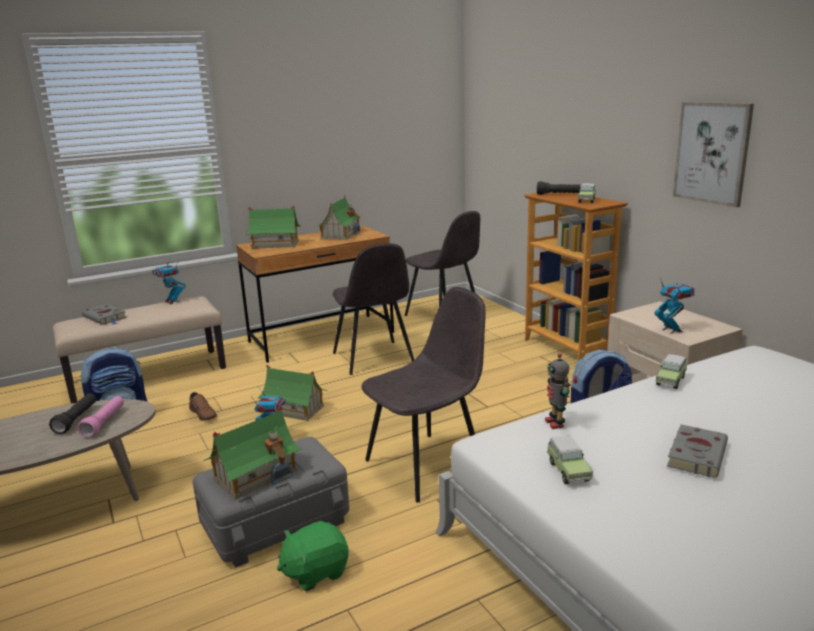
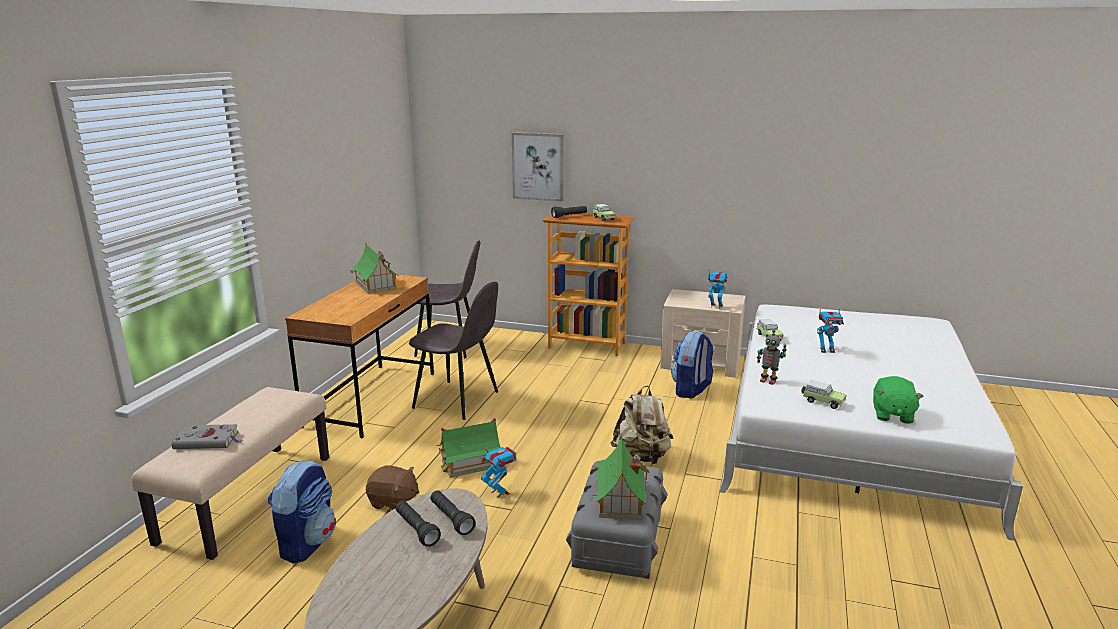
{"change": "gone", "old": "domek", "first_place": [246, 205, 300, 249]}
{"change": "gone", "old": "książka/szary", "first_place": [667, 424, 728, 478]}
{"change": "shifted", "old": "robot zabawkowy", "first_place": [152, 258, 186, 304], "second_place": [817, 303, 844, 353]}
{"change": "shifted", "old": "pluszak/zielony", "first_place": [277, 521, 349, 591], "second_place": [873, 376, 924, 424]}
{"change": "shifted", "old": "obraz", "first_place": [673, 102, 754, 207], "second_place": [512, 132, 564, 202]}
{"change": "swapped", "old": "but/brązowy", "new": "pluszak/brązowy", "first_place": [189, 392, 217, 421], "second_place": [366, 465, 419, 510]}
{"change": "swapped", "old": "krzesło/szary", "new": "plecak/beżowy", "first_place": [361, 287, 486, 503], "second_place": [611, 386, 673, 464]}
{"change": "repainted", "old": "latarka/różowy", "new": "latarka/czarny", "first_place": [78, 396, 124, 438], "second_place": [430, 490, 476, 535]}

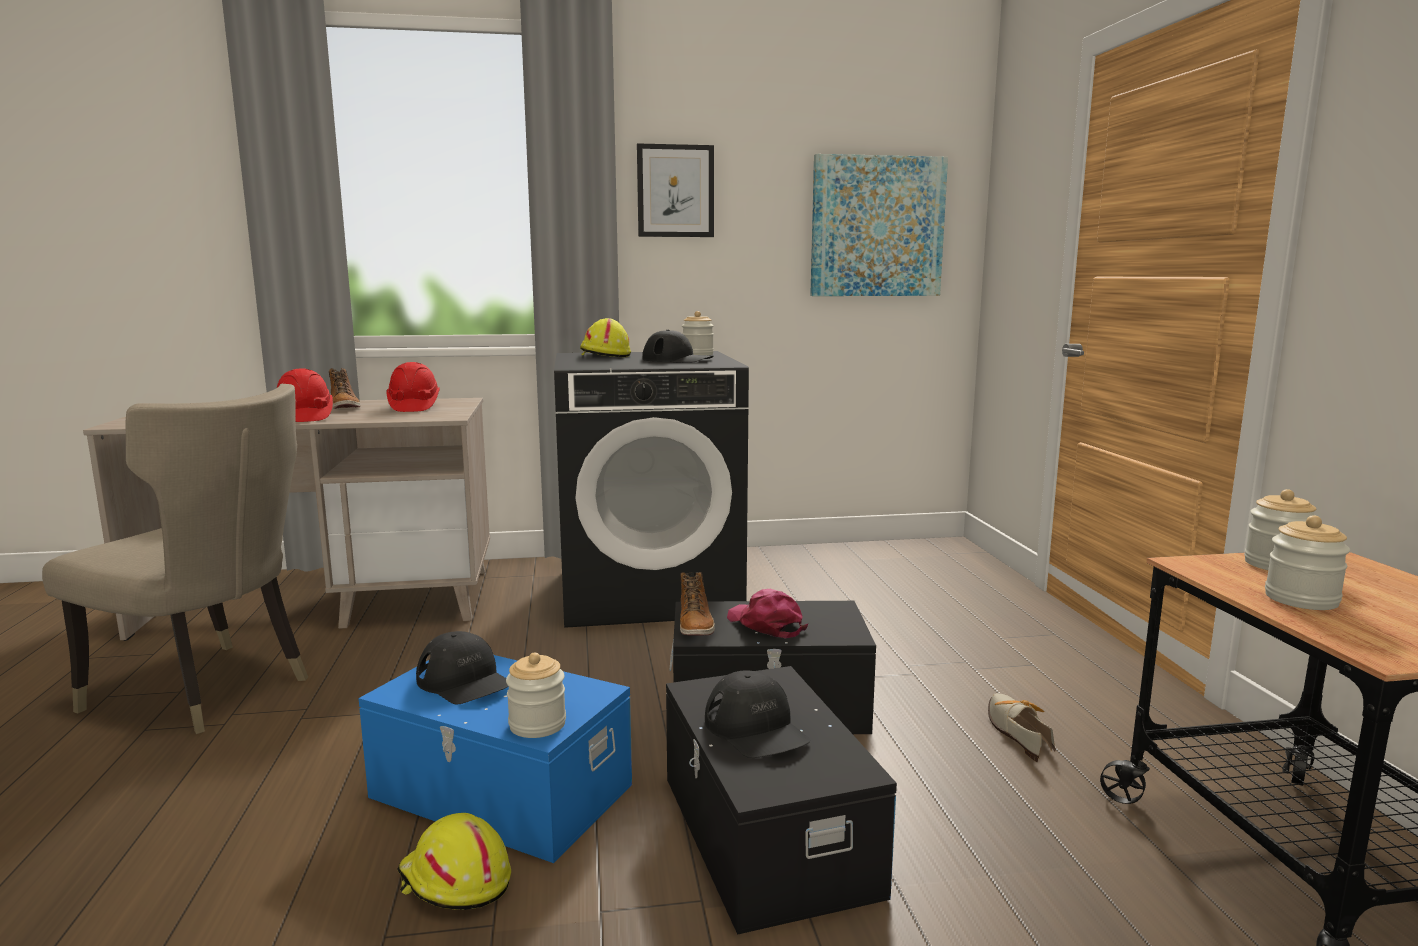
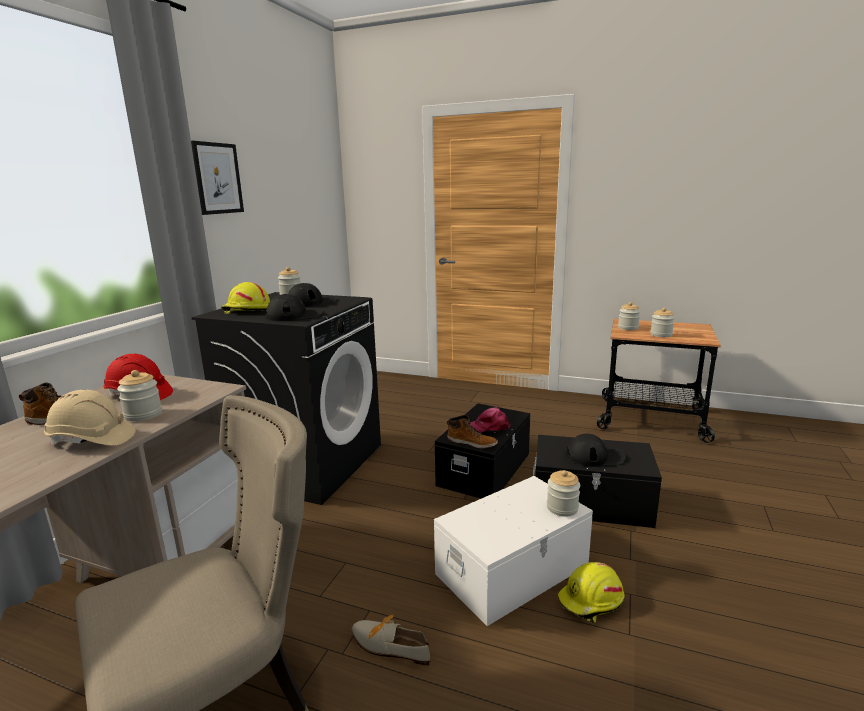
{"change": "gone", "old": "obraz", "first_place": [810, 154, 948, 296]}
{"change": "new", "new": "słoik", "second_place": [117, 370, 162, 421]}
{"change": "shifted", "old": "czapka z daszkiem/czarny", "first_place": [416, 631, 509, 704], "second_place": [266, 294, 324, 321]}
{"change": "shifted", "old": "but", "first_place": [988, 693, 1056, 763], "second_place": [352, 615, 430, 666]}
{"change": "repainted", "old": "kask/czerwony", "new": "kask/beżowy", "first_place": [277, 368, 333, 422], "second_place": [44, 390, 135, 446]}
{"change": "repainted", "old": "pojemnik do przechowywania/niebieski", "new": "pojemnik do przechowywania/biały", "first_place": [358, 655, 632, 863], "second_place": [434, 476, 593, 626]}

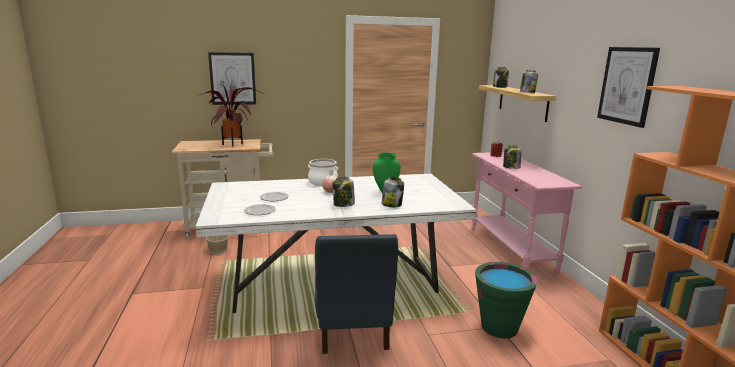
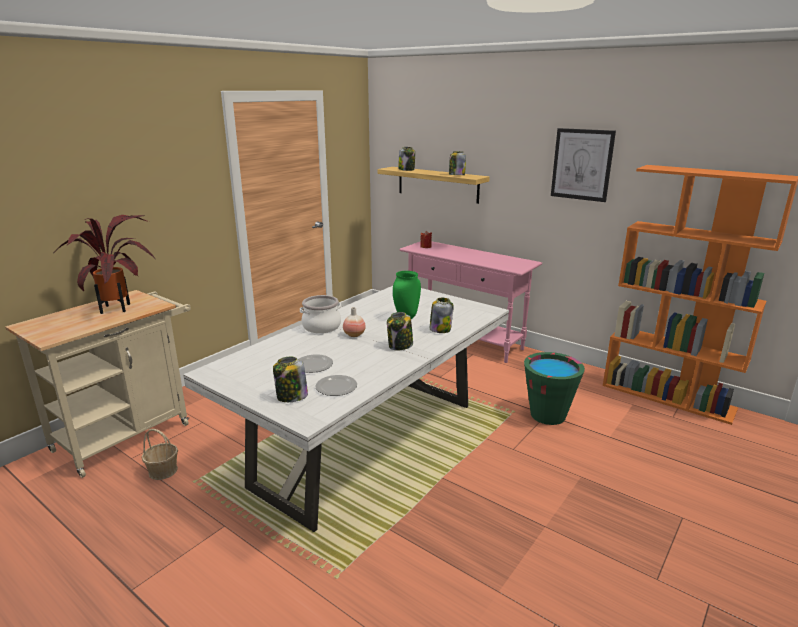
{"change": "gone", "old": "obraz", "first_place": [208, 52, 256, 105]}
{"change": "gone", "old": "krzesło/niebieski", "first_place": [315, 234, 398, 354]}
{"change": "shifted", "old": "słoik", "first_place": [503, 145, 522, 169], "second_place": [273, 357, 308, 402]}

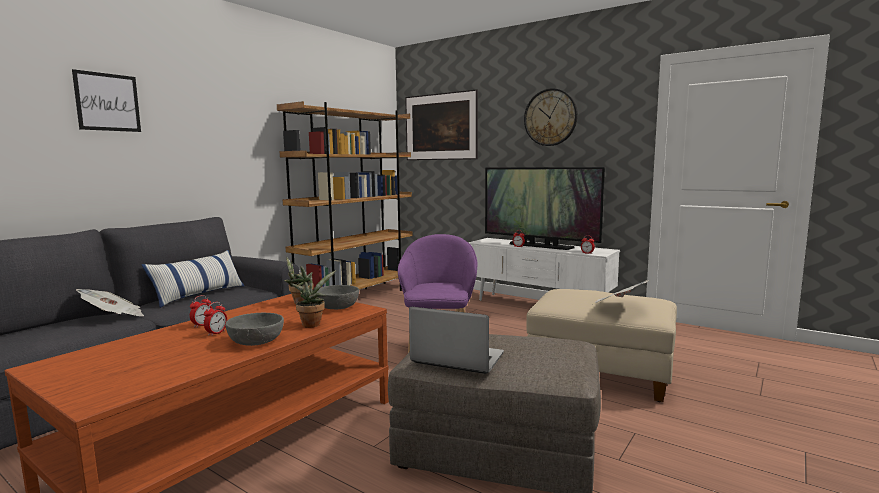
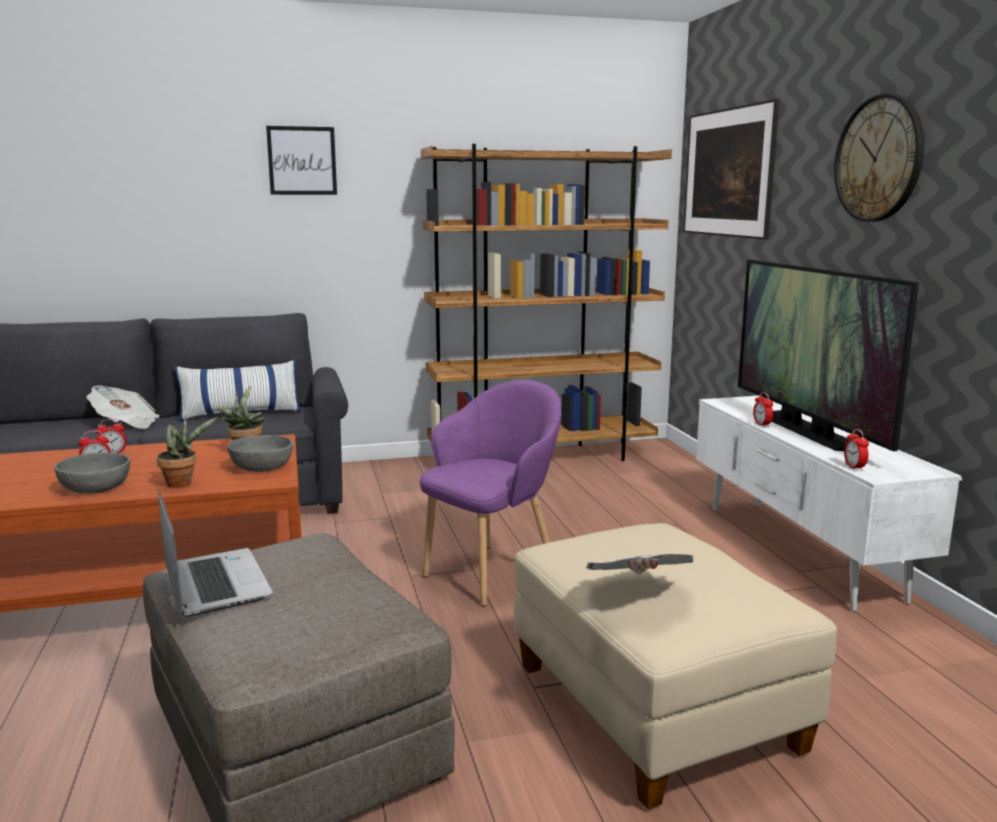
{"change": "shifted", "old": "obraz", "first_place": [72, 69, 141, 132], "second_place": [266, 126, 337, 195]}

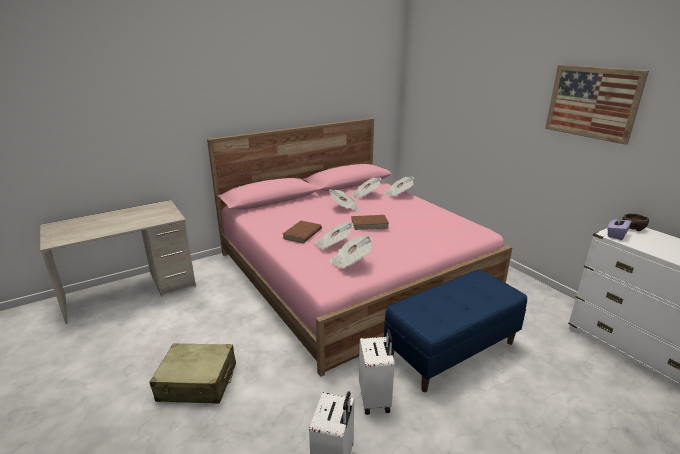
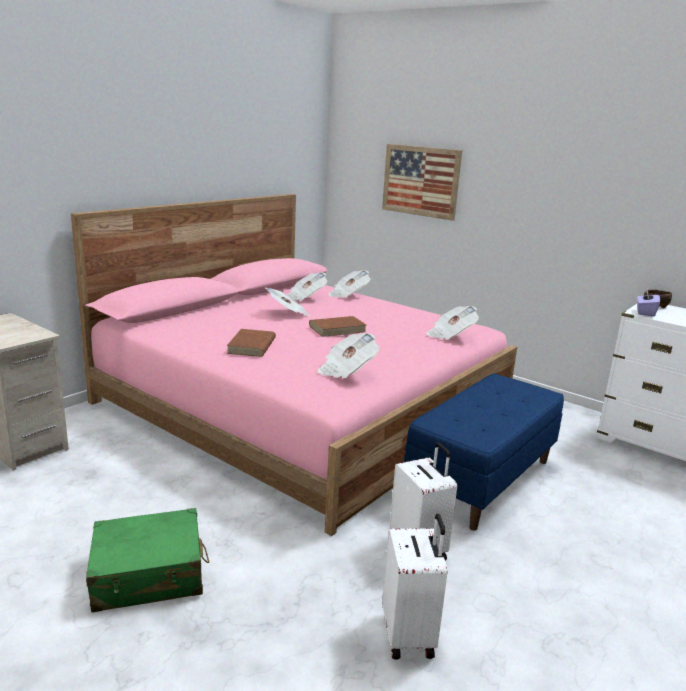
{"change": "shifted", "old": "gazeta", "first_place": [314, 222, 354, 250], "second_place": [426, 306, 479, 340]}
{"change": "shifted", "old": "obraz", "first_place": [545, 65, 649, 145], "second_place": [382, 144, 462, 221]}
{"change": "repainted", "old": "walizka/beżowy", "new": "walizka/zielony", "first_place": [150, 343, 236, 404], "second_place": [86, 508, 209, 612]}

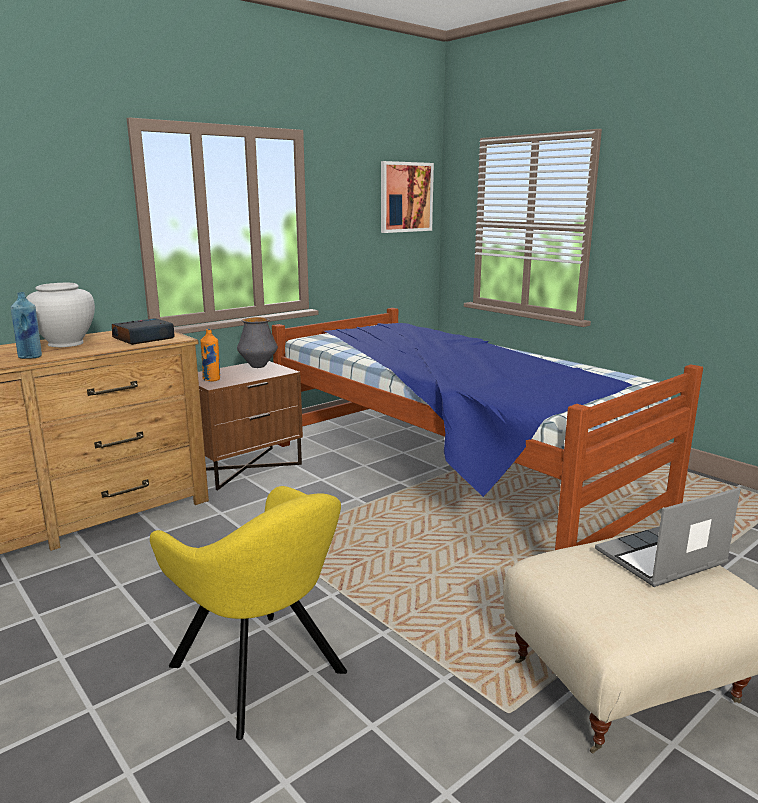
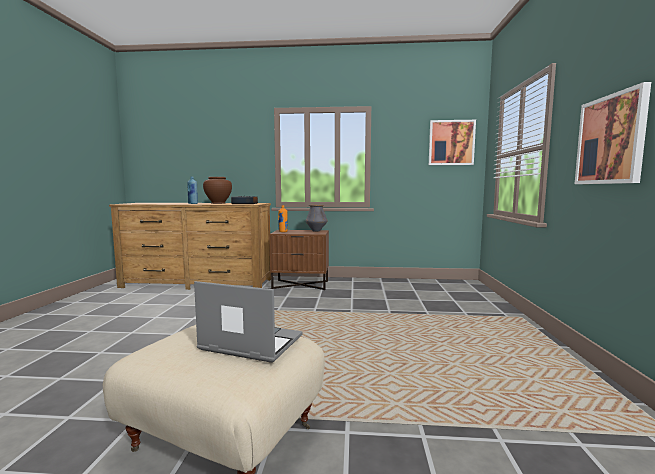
{"change": "gone", "old": "fotel/żółty", "first_place": [150, 486, 347, 740]}
{"change": "gone", "old": "łóżko", "first_place": [272, 308, 703, 550]}
{"change": "new", "new": "obraz", "second_place": [575, 82, 651, 184]}
{"change": "repainted", "old": "wazon/biały", "new": "wazon/brązowy", "first_place": [26, 283, 95, 347], "second_place": [203, 177, 232, 204]}

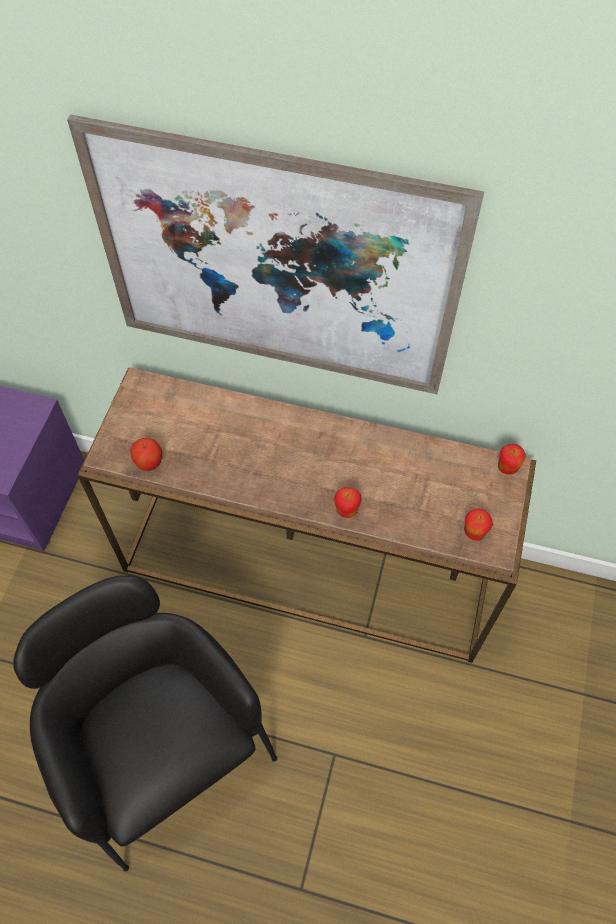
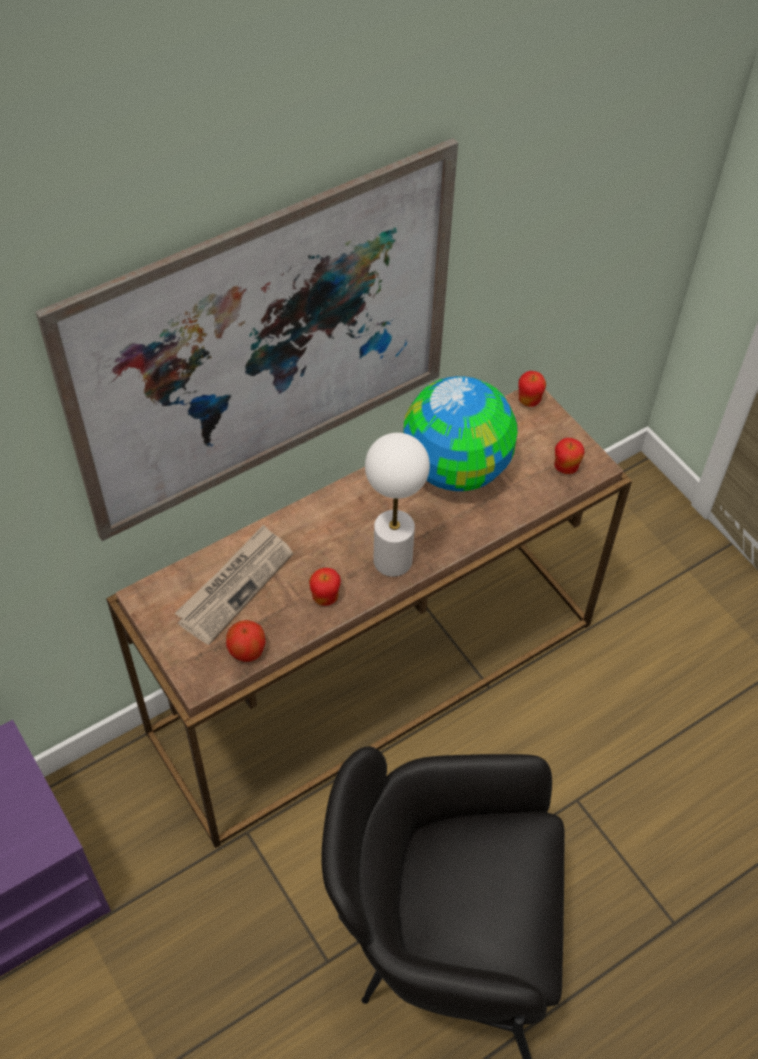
{"change": "new", "new": "gazeta", "second_place": [175, 524, 293, 645]}
{"change": "new", "new": "lampa stołowa/biały", "second_place": [365, 433, 430, 577]}
{"change": "new", "new": "globus", "second_place": [403, 376, 518, 491]}
{"change": "shifted", "old": "jabłko", "first_place": [334, 487, 362, 518], "second_place": [309, 568, 341, 606]}

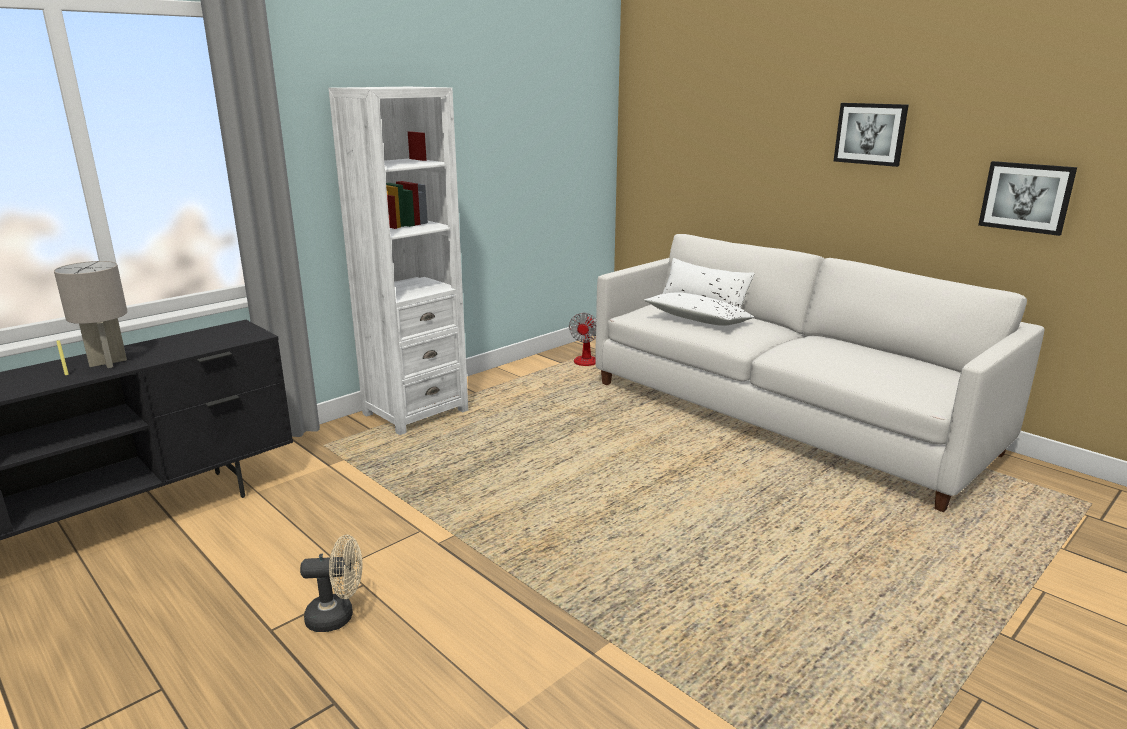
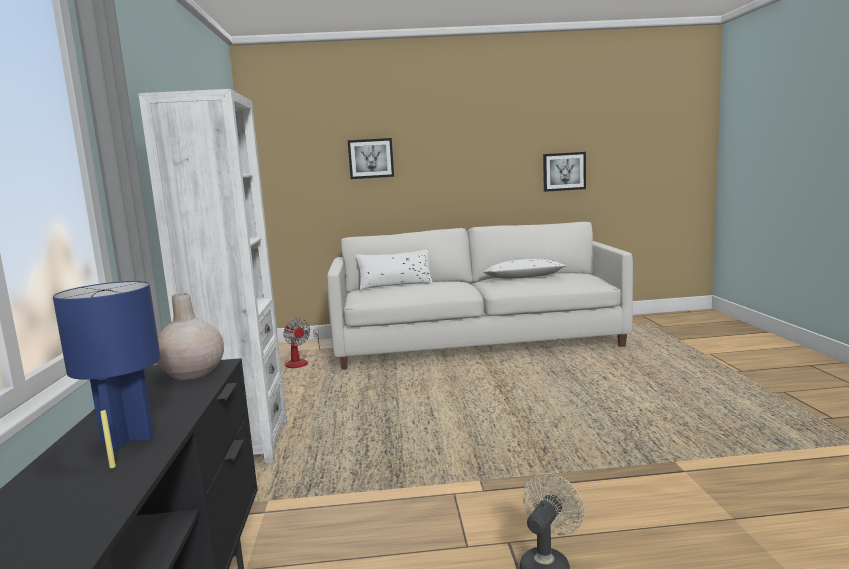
{"change": "new", "new": "wazon/beżowy", "second_place": [156, 293, 224, 380]}
{"change": "shifted", "old": "poduszka/biały", "first_place": [644, 292, 755, 326], "second_place": [483, 259, 566, 279]}
{"change": "shifted", "old": "obraz", "first_place": [834, 103, 909, 167], "second_place": [348, 138, 394, 179]}
{"change": "repainted", "old": "lampa stołowa/szary", "new": "lampa stołowa/niebieski", "first_place": [54, 261, 128, 368], "second_place": [53, 281, 161, 451]}

